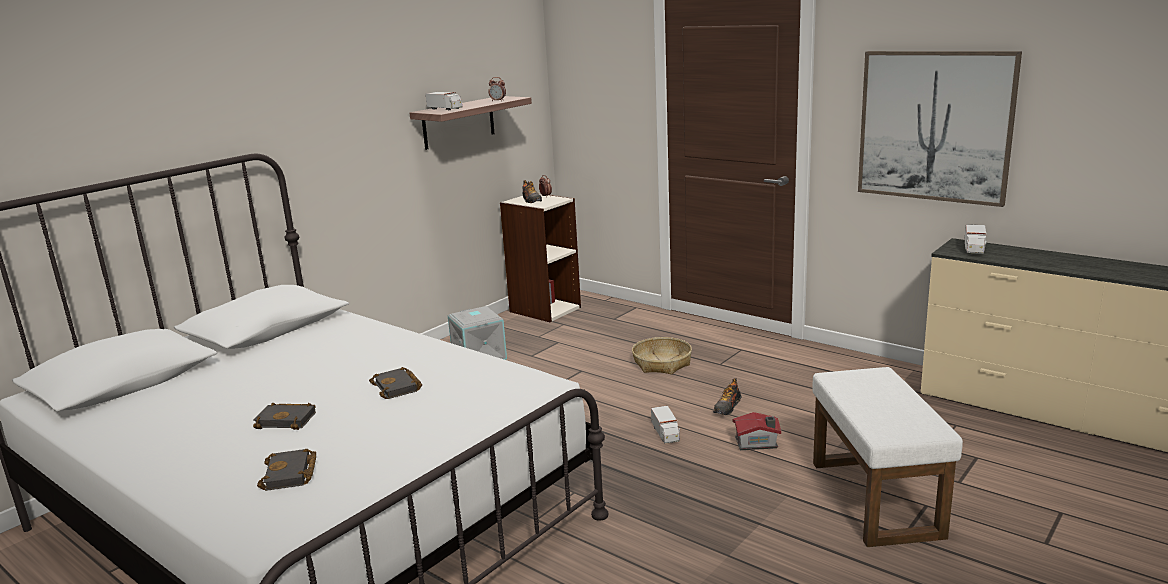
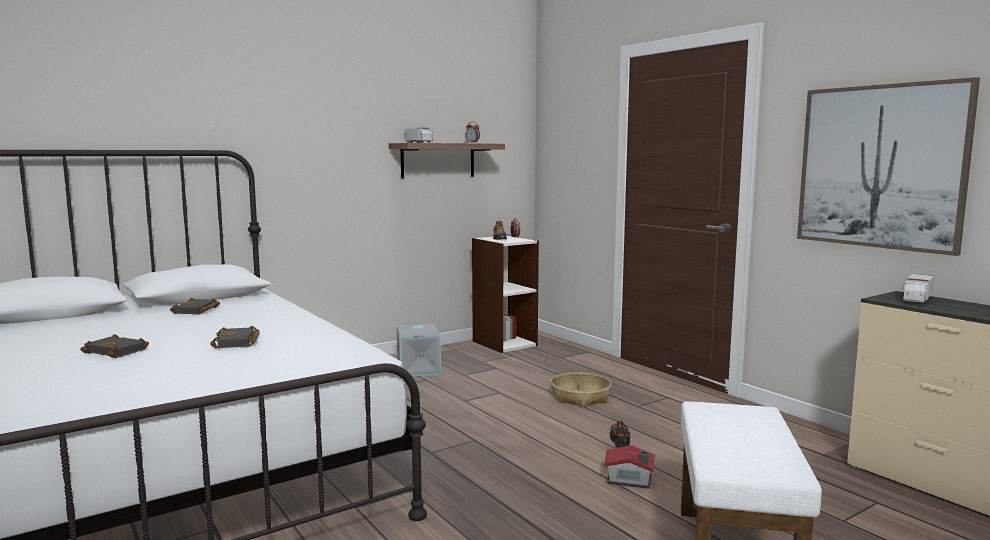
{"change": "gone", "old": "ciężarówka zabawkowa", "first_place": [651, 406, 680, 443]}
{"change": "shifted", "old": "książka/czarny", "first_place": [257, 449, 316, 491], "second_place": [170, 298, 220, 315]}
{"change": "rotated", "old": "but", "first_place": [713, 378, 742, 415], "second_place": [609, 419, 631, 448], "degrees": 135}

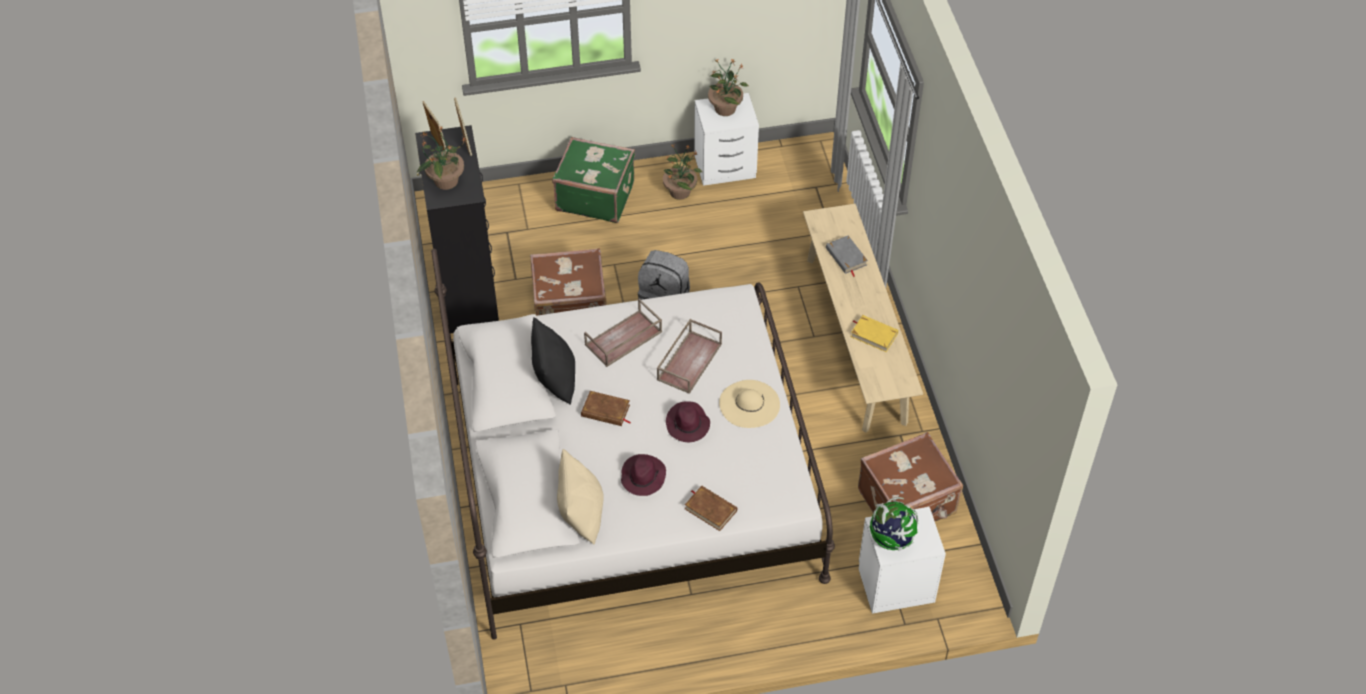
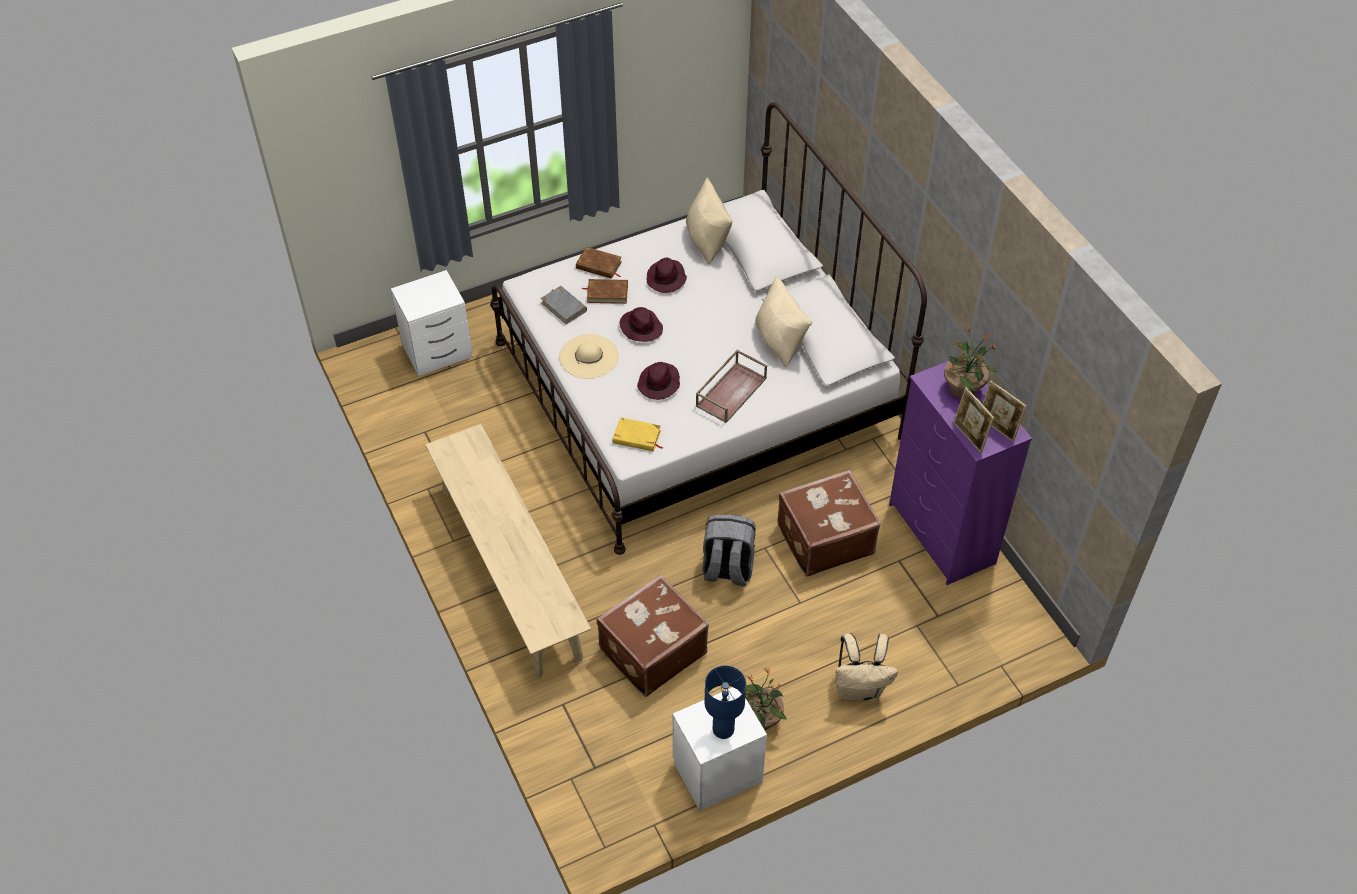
{"change": "gone", "old": "globus", "first_place": [868, 497, 918, 551]}
{"change": "shifted", "old": "książka/brązowy", "first_place": [581, 391, 631, 426], "second_place": [582, 279, 628, 304]}
{"change": "shifted", "old": "książka/szary", "first_place": [826, 236, 868, 277], "second_place": [541, 286, 587, 325]}
{"change": "shifted", "old": "książka/żółty", "first_place": [851, 315, 898, 352], "second_place": [612, 417, 663, 452]}
{"change": "shifted", "old": "walizka/brązowy", "first_place": [858, 432, 963, 521], "second_place": [596, 574, 709, 697]}
{"change": "swapped", "old": "walizka/zielony", "new": "plecak/beżowy", "first_place": [552, 137, 635, 223], "second_place": [835, 633, 898, 702]}
{"change": "swapped", "old": "taca/brązowy", "new": "kapelusz/fioletowy", "first_place": [657, 319, 722, 394], "second_place": [637, 362, 680, 400]}
{"change": "swapped", "old": "roślina doniczkowa", "new": "lampa stołowa/niebieski", "first_place": [708, 59, 749, 116], "second_place": [704, 666, 746, 739]}
{"change": "repainted", "old": "komoda/czarny", "new": "komoda/fioletowy", "first_place": [415, 125, 499, 333], "second_place": [889, 361, 1032, 585]}
{"change": "repainted", "old": "poduszka/czarny", "new": "poduszka/beżowy", "first_place": [531, 317, 575, 405], "second_place": [755, 276, 812, 367]}

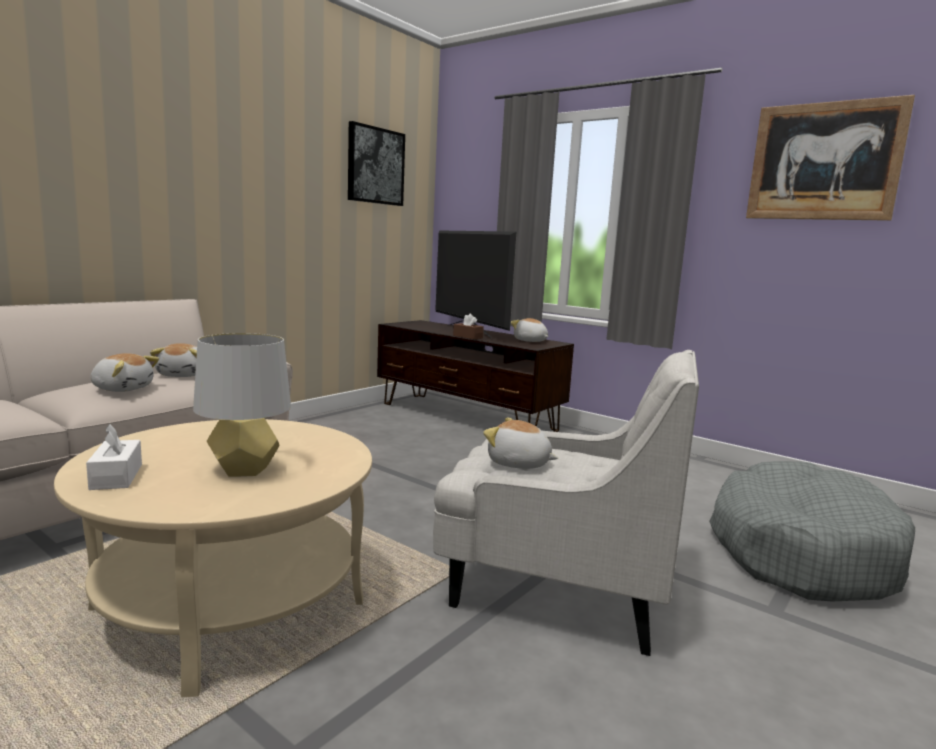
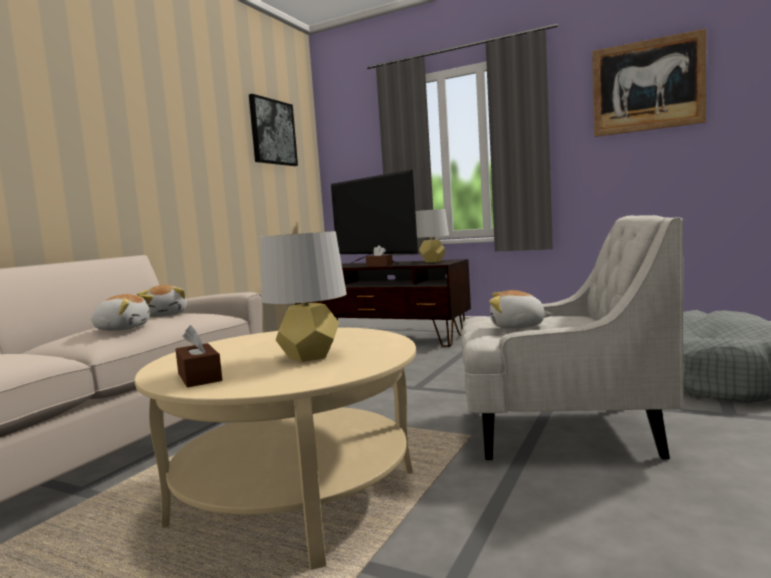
{"change": "swapped", "old": "pluszak", "new": "lampa stołowa/szary", "first_place": [511, 318, 549, 342], "second_place": [415, 209, 449, 263]}
{"change": "repainted", "old": "pudełko chusteczek/biały", "new": "pudełko chusteczek/brązowy", "first_place": [86, 424, 142, 490], "second_place": [175, 325, 222, 388]}

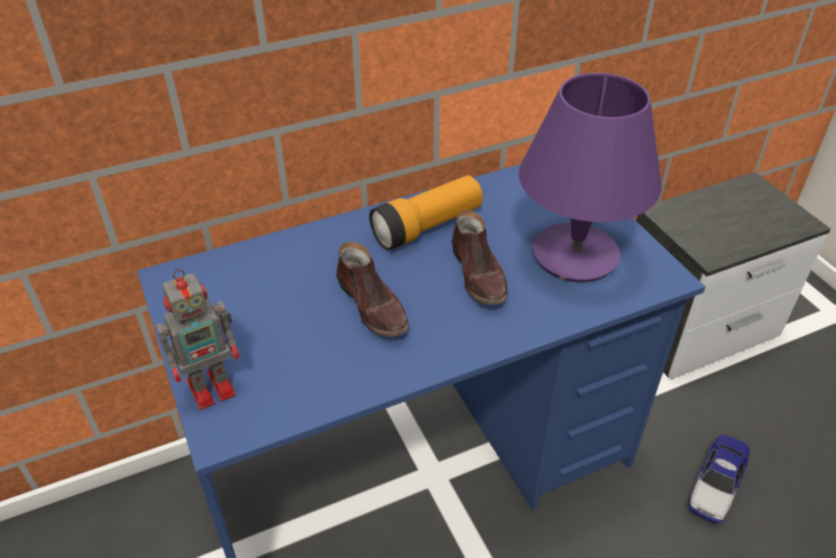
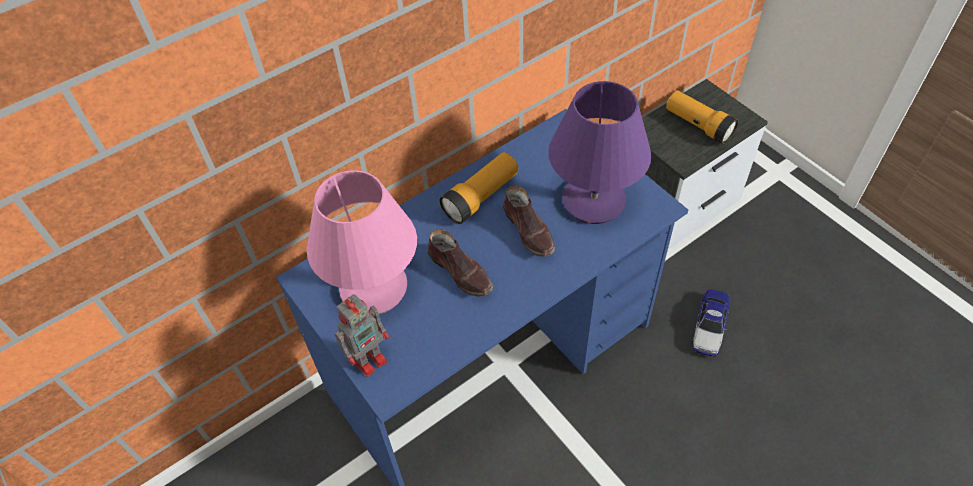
{"change": "new", "new": "lampa stołowa/różowy", "second_place": [307, 170, 417, 314]}
{"change": "new", "new": "latarka", "second_place": [666, 90, 738, 144]}

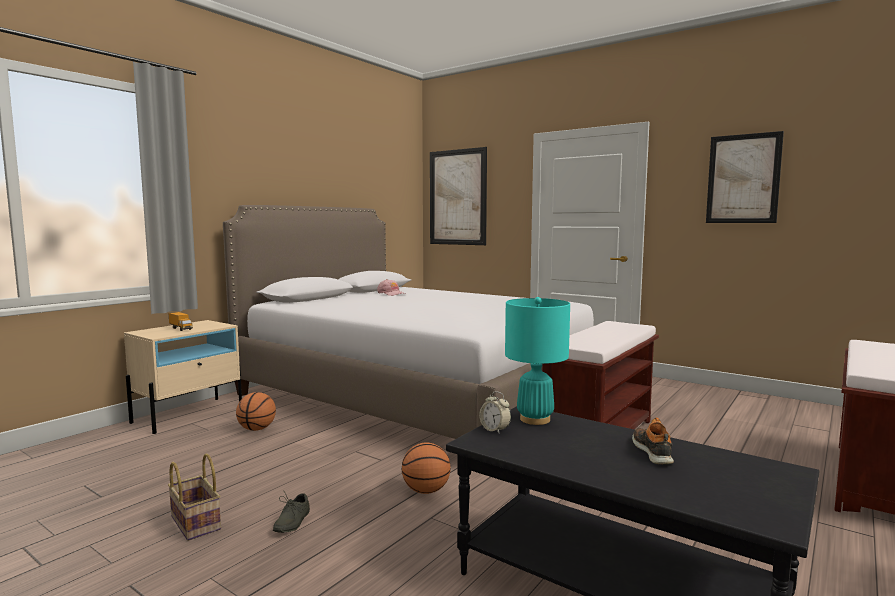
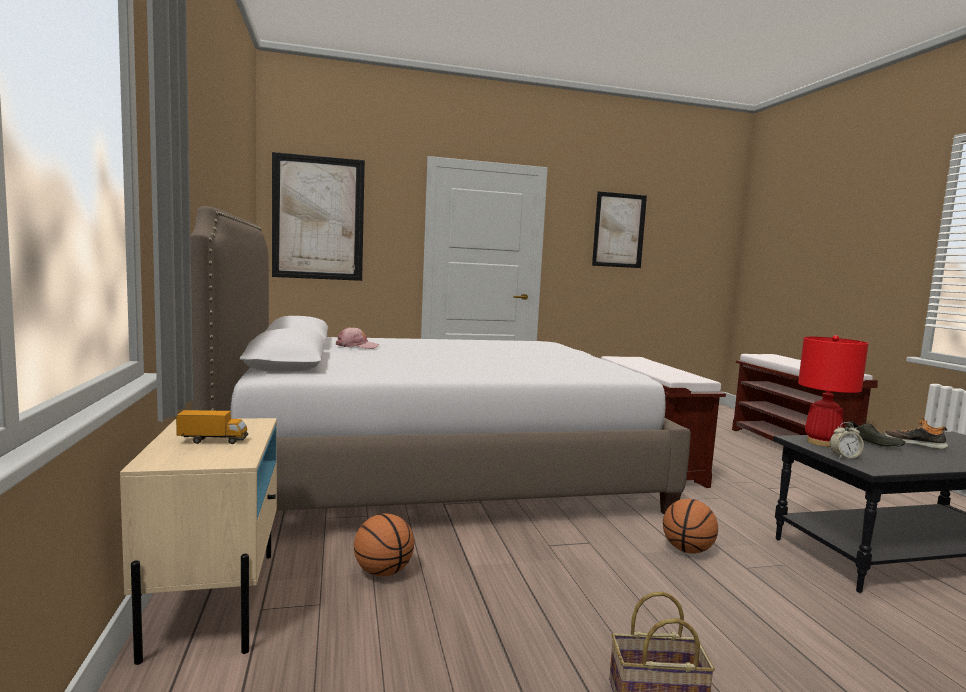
{"change": "shifted", "old": "but/szary", "first_place": [273, 491, 310, 533], "second_place": [845, 417, 905, 448]}
{"change": "repainted", "old": "lampa stołowa/turkusowy", "new": "lampa stołowa/czerwony", "first_place": [505, 297, 570, 425], "second_place": [798, 335, 868, 447]}

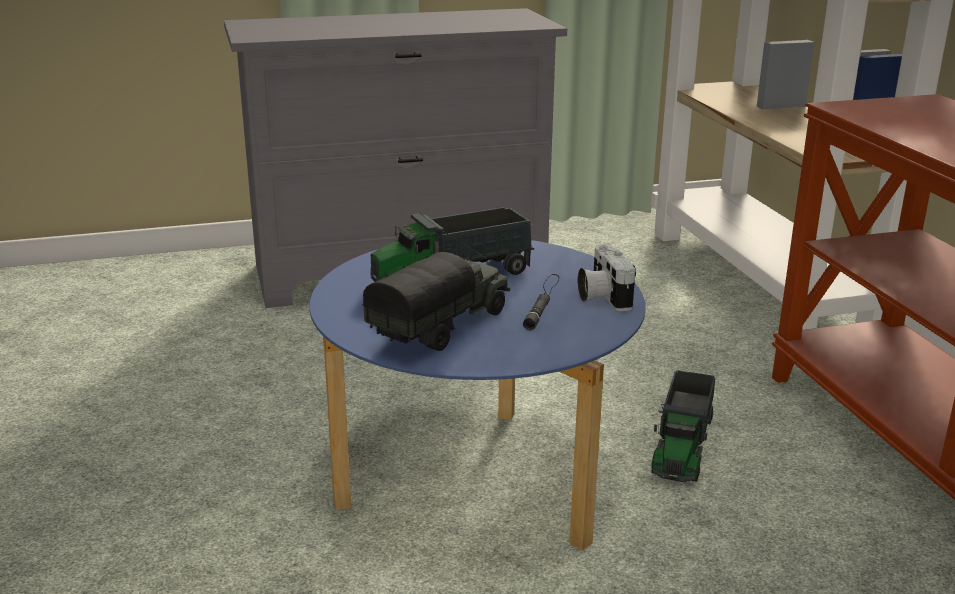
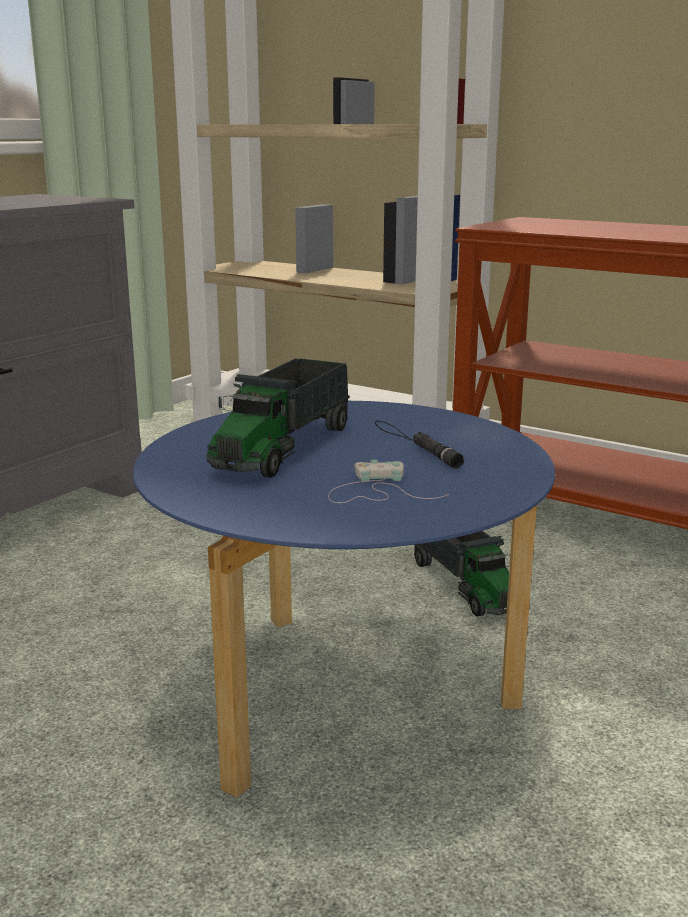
{"change": "gone", "old": "aparat fotograficzny", "first_place": [577, 244, 636, 311]}
{"change": "swapped", "old": "ciężarówka zabawkowa", "new": "pad do gier/biały", "first_place": [362, 252, 510, 351], "second_place": [328, 460, 449, 503]}

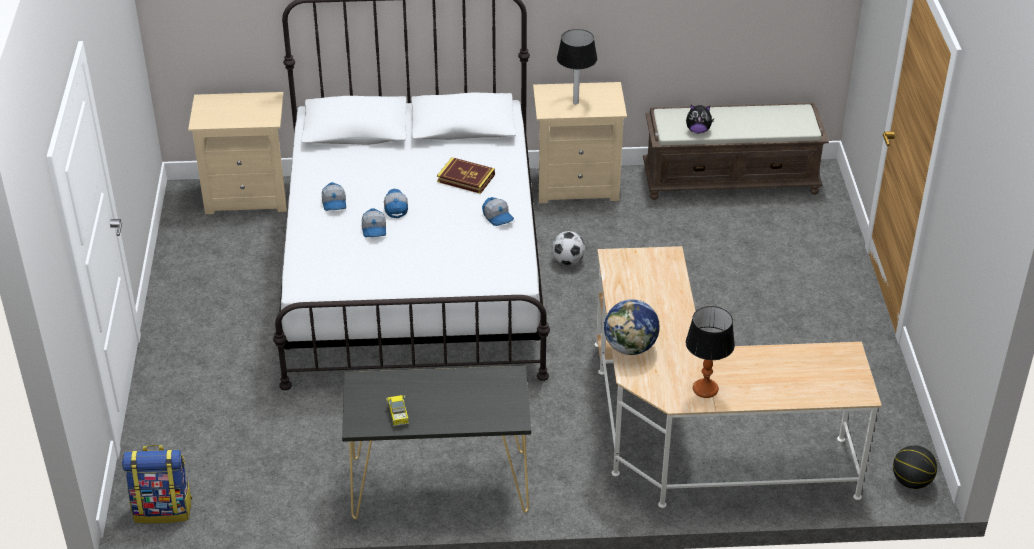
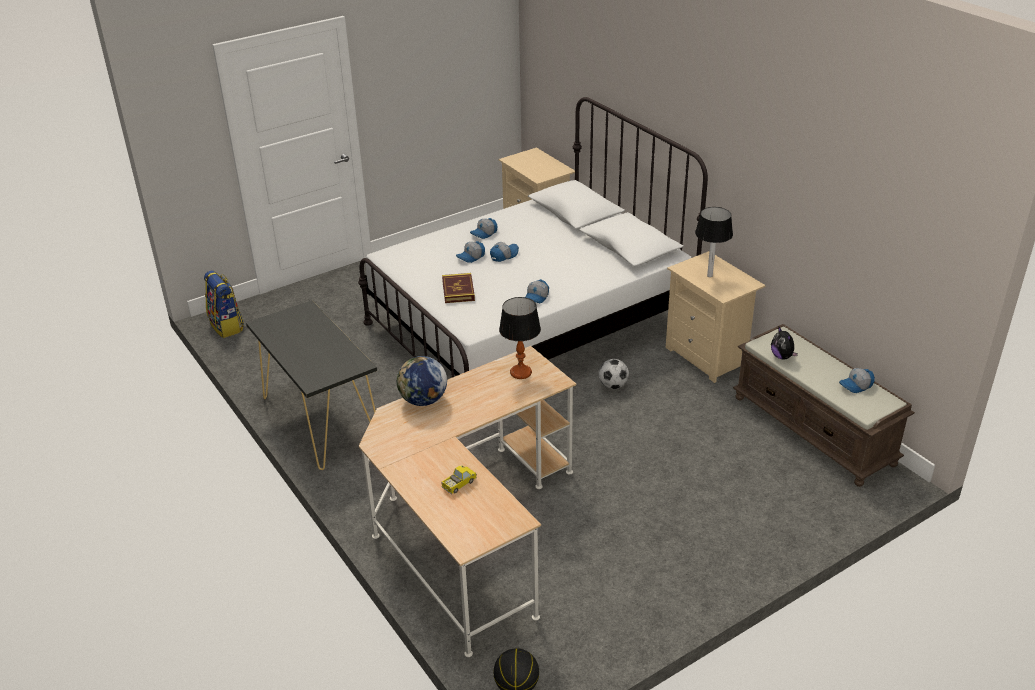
{"change": "new", "new": "czapka z daszkiem", "second_place": [839, 368, 875, 393]}
{"change": "shifted", "old": "ciężarówka zabawkowa", "first_place": [386, 395, 409, 426], "second_place": [441, 465, 477, 495]}
{"change": "shifted", "old": "książka", "first_place": [437, 157, 495, 194], "second_place": [442, 273, 475, 303]}
{"change": "shifted", "old": "lampa stołowa", "first_place": [686, 306, 735, 398], "second_place": [499, 297, 541, 379]}

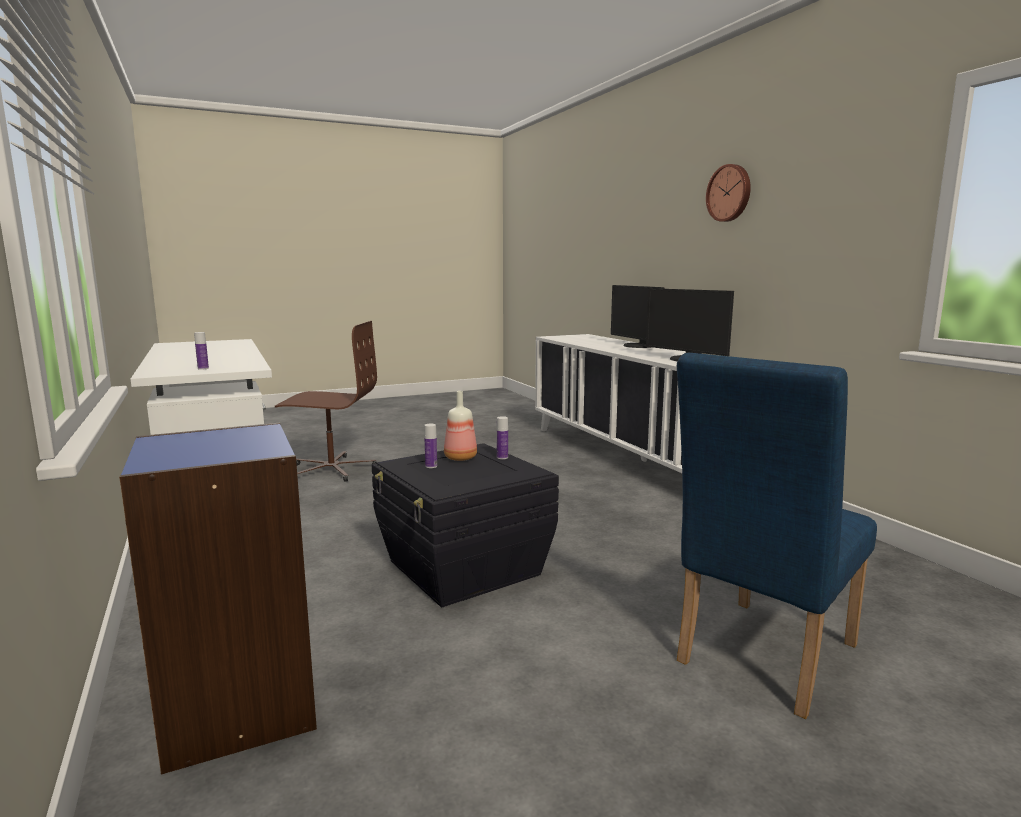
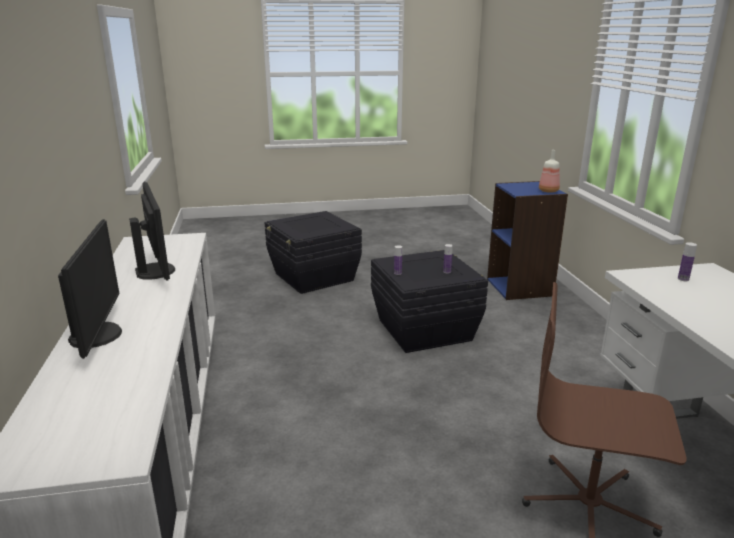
{"change": "gone", "old": "zegar ścienny", "first_place": [706, 164, 751, 222]}
{"change": "shifted", "old": "butelka", "first_place": [444, 391, 477, 461], "second_place": [539, 150, 560, 193]}
{"change": "swapped", "old": "krzesło/niebieski", "new": "pojemnik do przechowywania/czarny", "first_place": [677, 353, 877, 719], "second_place": [265, 211, 362, 294]}

